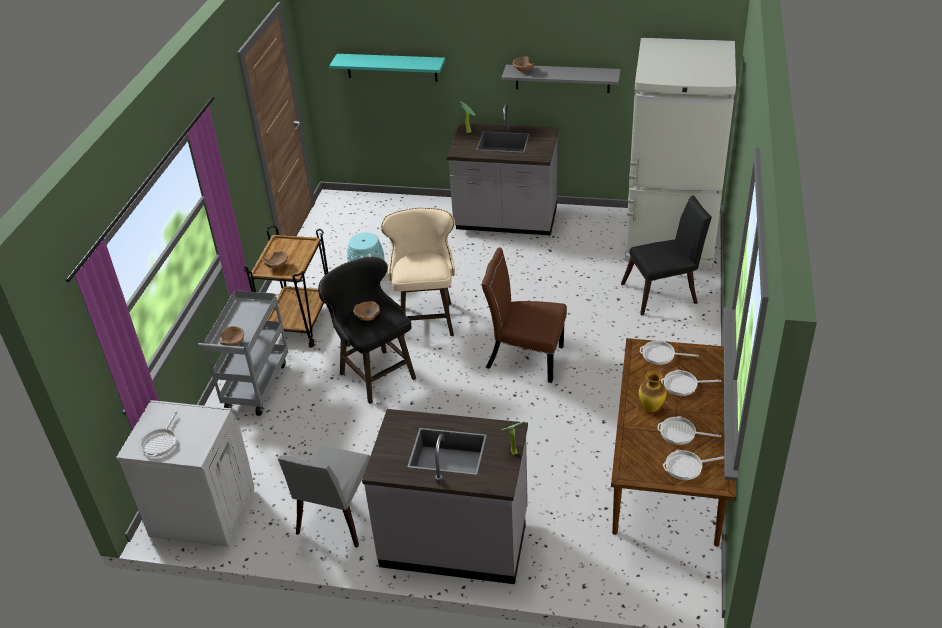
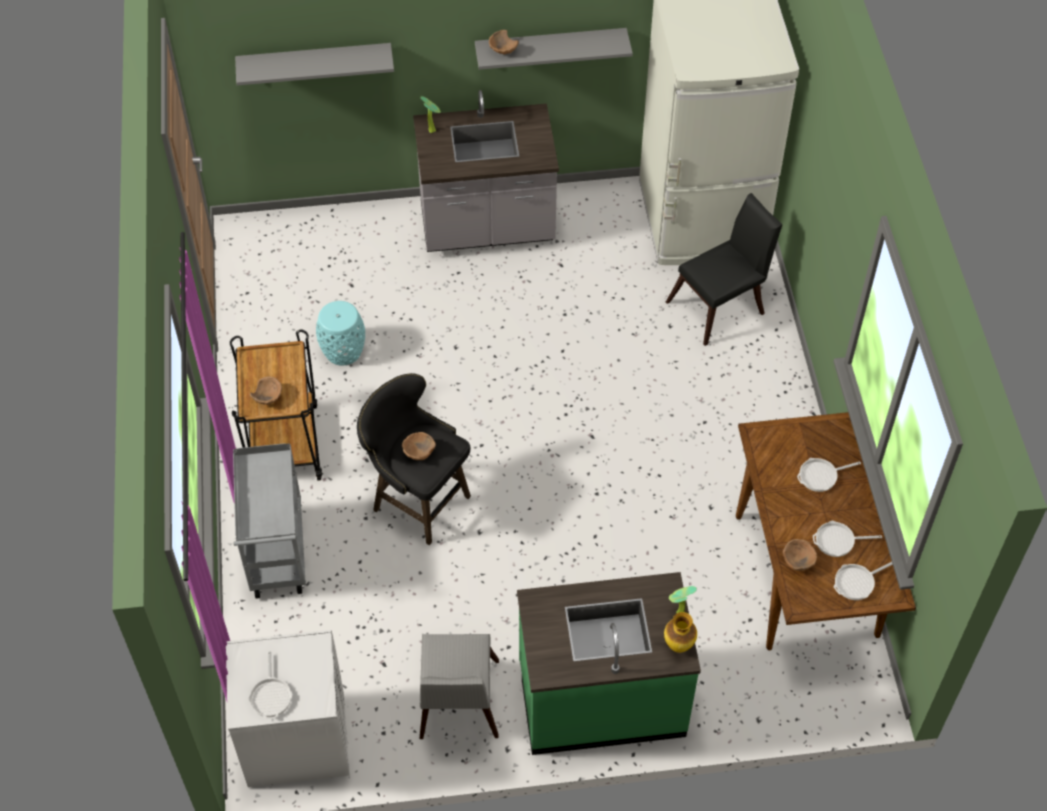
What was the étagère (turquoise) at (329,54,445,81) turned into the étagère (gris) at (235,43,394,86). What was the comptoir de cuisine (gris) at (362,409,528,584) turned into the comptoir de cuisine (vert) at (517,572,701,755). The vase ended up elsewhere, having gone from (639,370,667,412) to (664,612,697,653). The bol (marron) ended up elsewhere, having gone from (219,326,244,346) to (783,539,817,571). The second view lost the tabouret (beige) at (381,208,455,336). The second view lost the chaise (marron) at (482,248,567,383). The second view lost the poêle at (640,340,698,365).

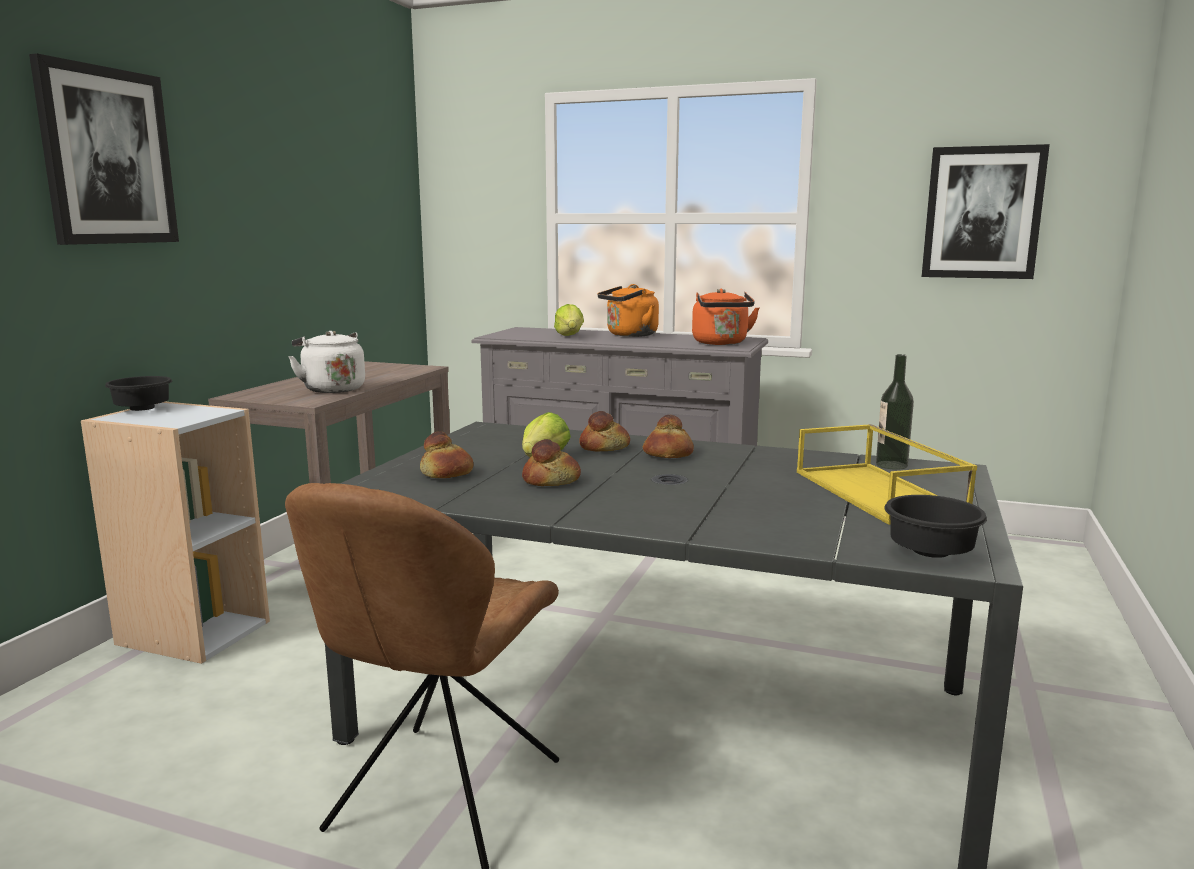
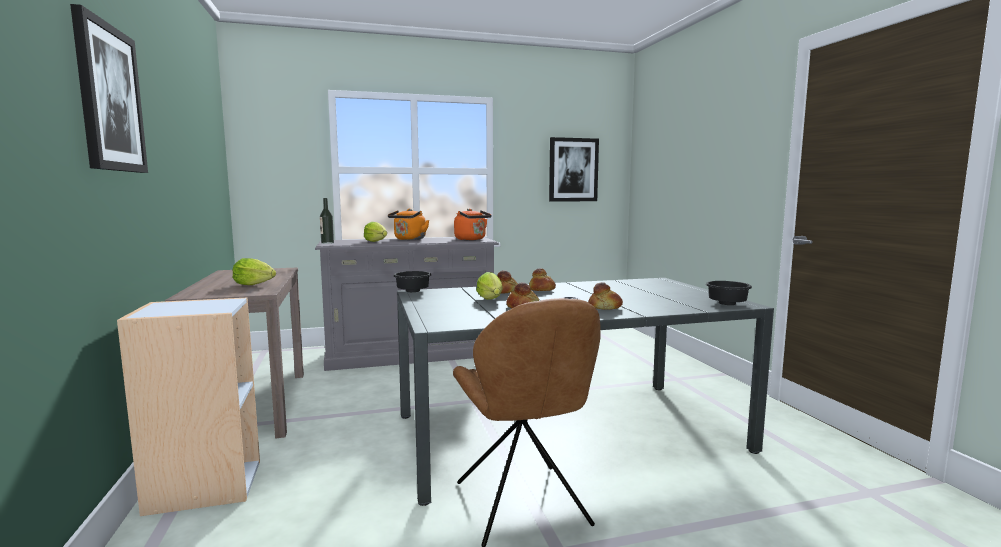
Where the bouilloire (blanc) stood at (288,331,365,393), the laitue came to stand at (233,258,276,285). The bouteille ended up elsewhere, having gone from (876,354,914,470) to (320,198,334,244). The bol (noir) ended up elsewhere, having gone from (105,376,172,411) to (393,271,431,292). The pain ended up elsewhere, having gone from (420,431,474,478) to (588,282,623,310). The second view lost the plateau (jaune) at (797,424,977,525).

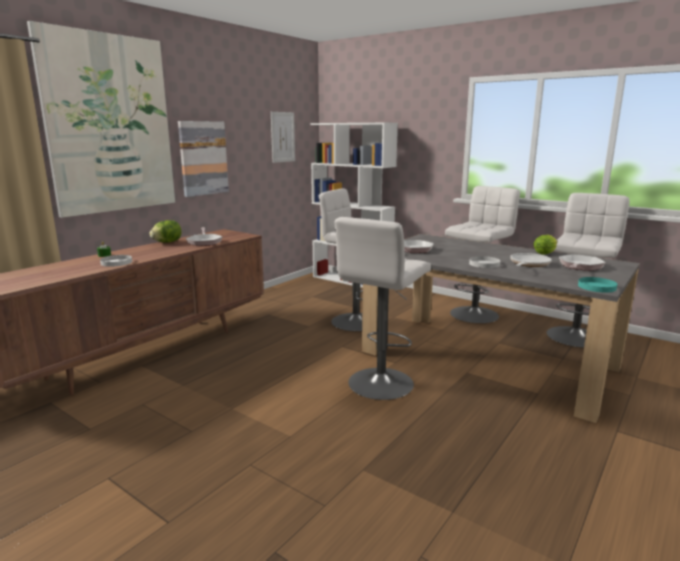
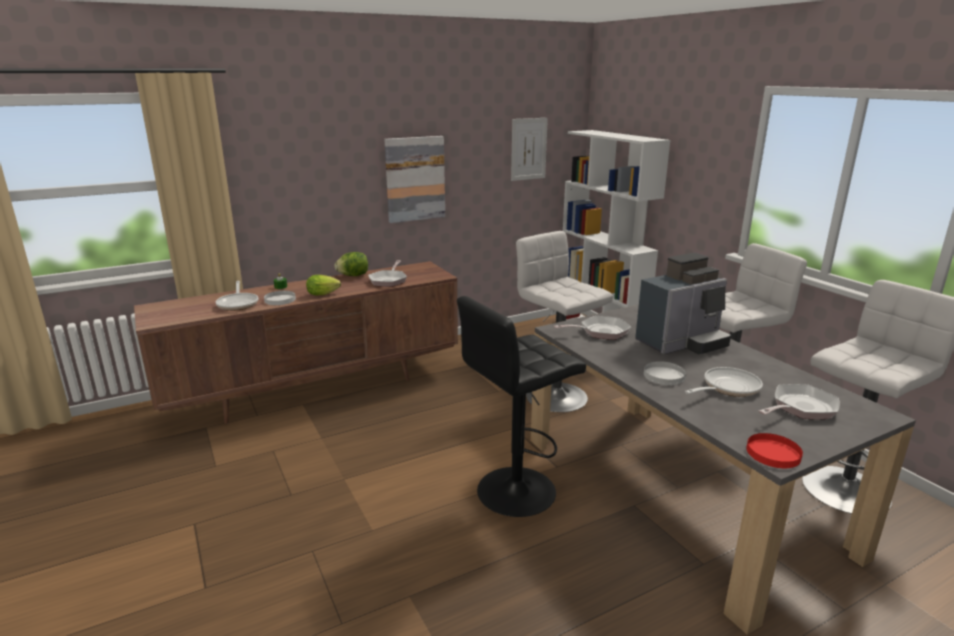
The second view gained the poêle at (216,281,258,311). The laitue ended up elsewhere, having gone from (533,235,557,255) to (306,275,341,295). What was the tabouret (blanc) at (335,217,431,400) turned into the tabouret (noir) at (457,296,586,517). The second view gained the machine à café at (635,253,731,354). What was the assiette (turquoise) at (578,277,617,293) turned into the assiette (rouge) at (746,433,803,468). The second view lost the tableau at (27,21,175,218).

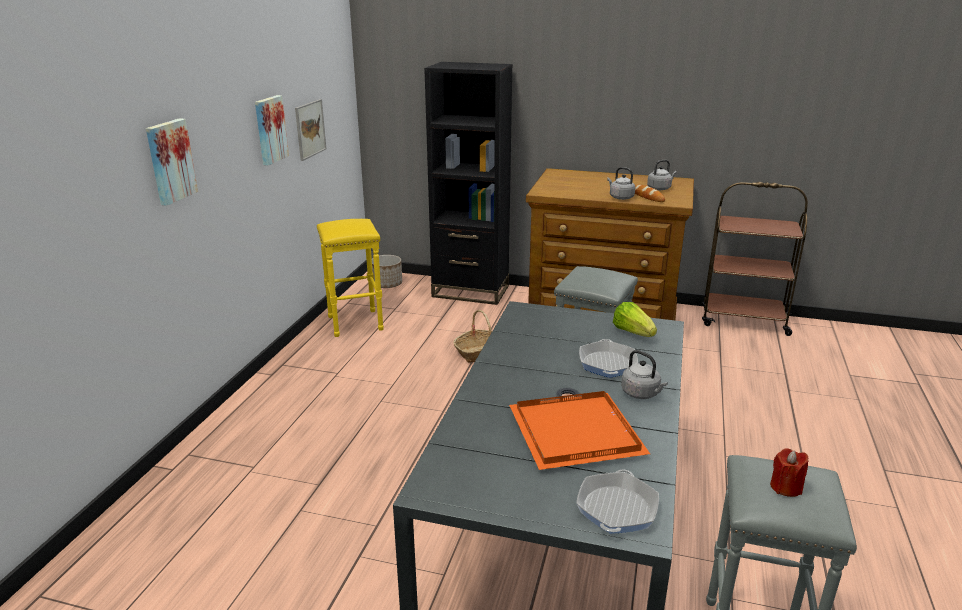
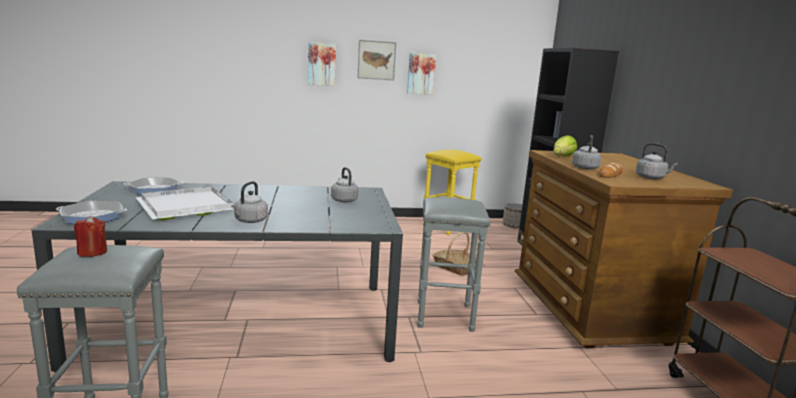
The poêle ended up elsewhere, having gone from (579,339,638,378) to (124,177,184,195). What was the plateau (orange) at (509,391,650,470) turned into the plateau (blanc) at (135,186,235,221). The second view gained the bouilloire (gris) at (331,167,358,202). The tableau ended up elsewhere, having gone from (295,99,326,161) to (357,40,396,80). The laitue ended up elsewhere, having gone from (613,302,657,337) to (554,135,577,156).

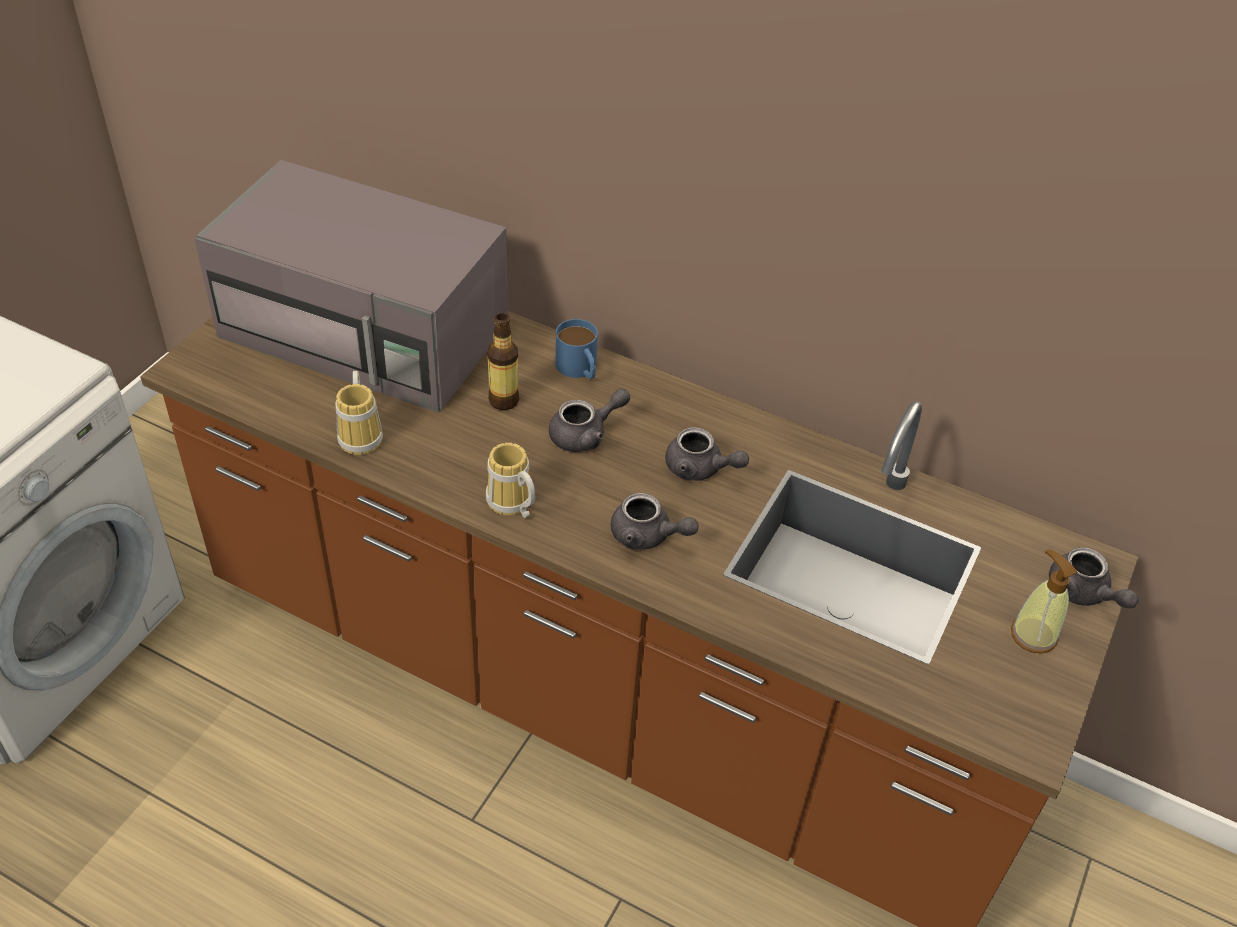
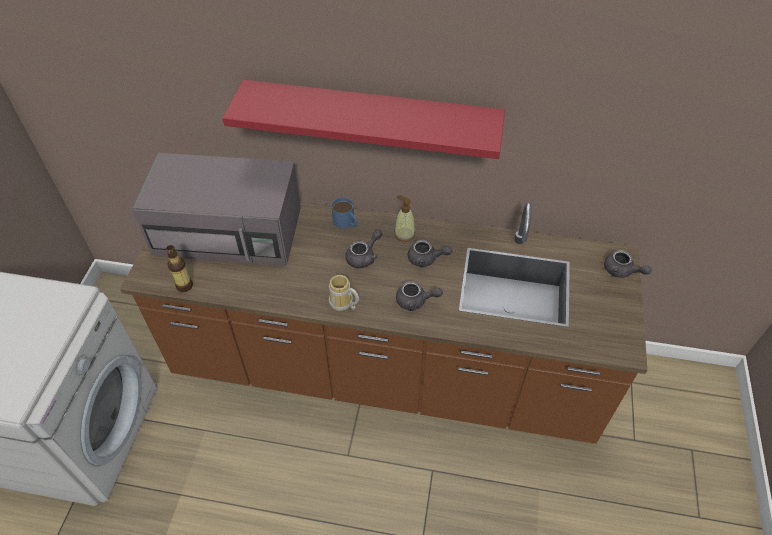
The bouteille ended up elsewhere, having gone from (487,313,519,410) to (166,245,193,292). The second view gained the étagère (rouge) at (222,80,505,159). The distributeur de savon ended up elsewhere, having gone from (1011,549,1077,654) to (394,195,415,242). The second view lost the mug at (335,371,383,455).

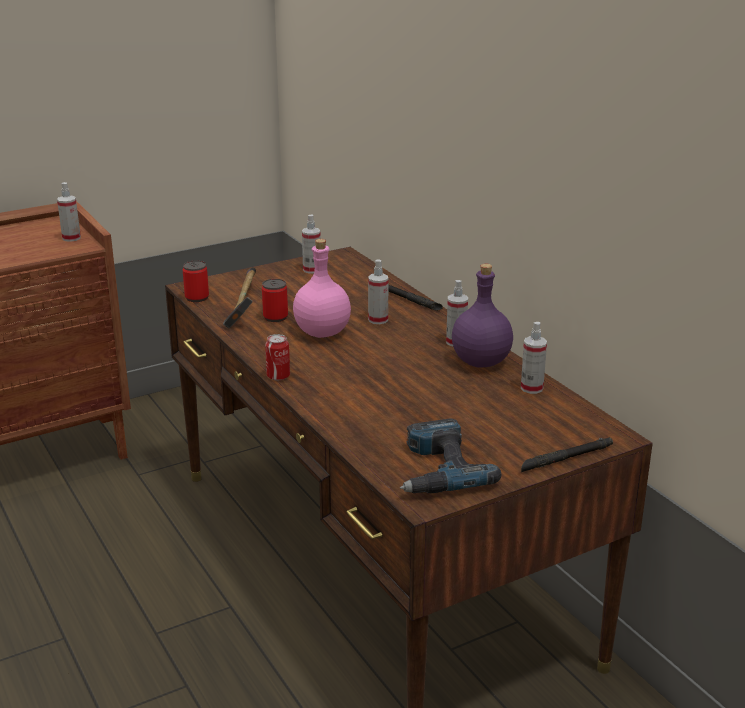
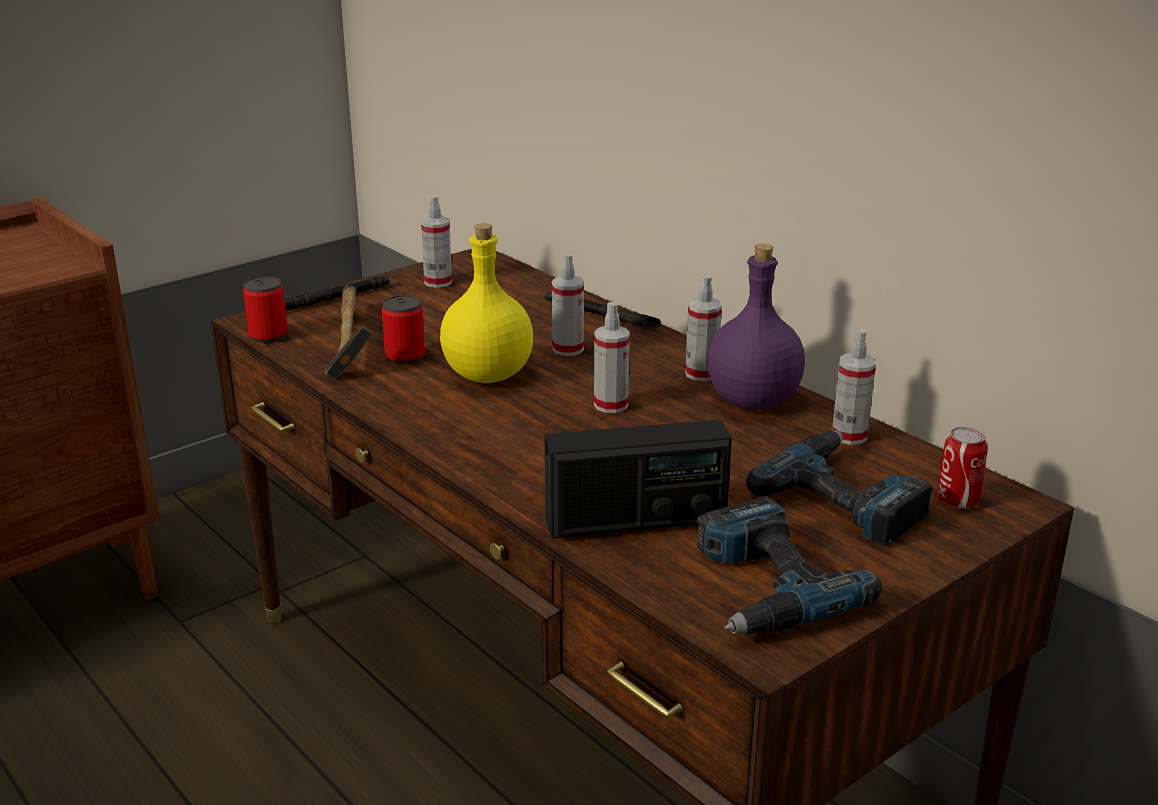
The lampe de poche (noir) ended up elsewhere, having gone from (521,437,613,472) to (284,275,390,311). What was the bouteille (rose) at (293,239,351,338) turned into the bouteille (jaune) at (440,223,533,384). The second view gained the radio at (544,420,732,539). The vaporisateur ended up elsewhere, having gone from (57,182,81,242) to (594,302,630,413). The second view gained the perceuse at (746,430,933,545). The boîte métallique ended up elsewhere, having gone from (265,334,290,381) to (937,427,988,509).

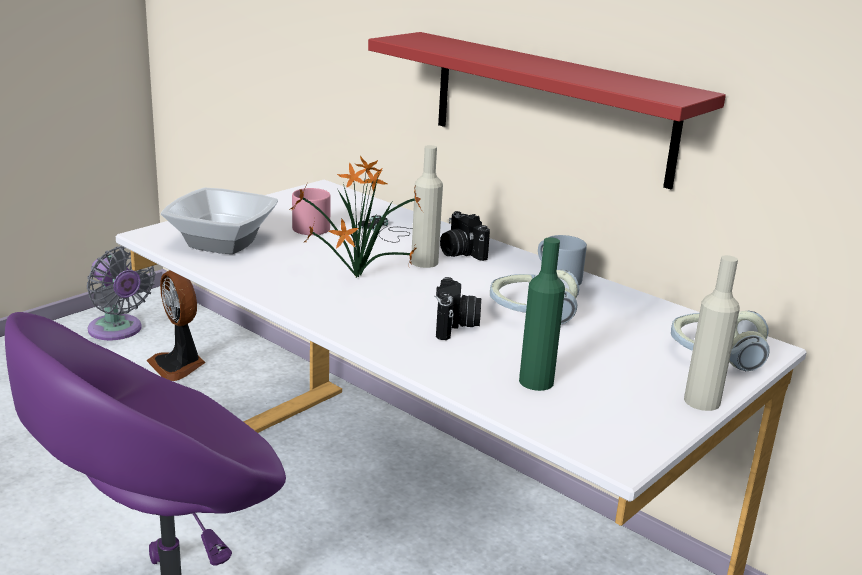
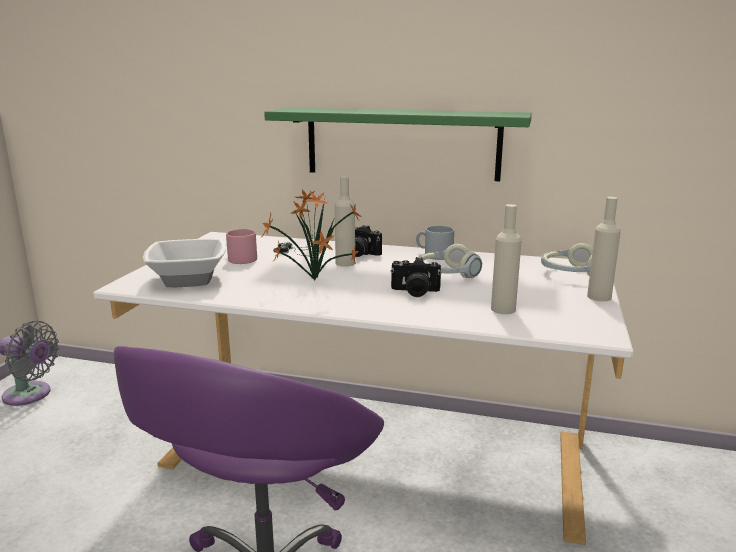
What was the étagère (rouge) at (368,32,726,189) turned into the étagère (vert) at (264,108,532,181). The appareil photo at (434,277,481,340) ended up facing another way, 120 degrees clockwise from before. What was the bouteille (vert) at (519,237,565,391) turned into the bouteille (beige) at (491,204,522,314). The second view lost the ventilateur at (147,270,205,381).

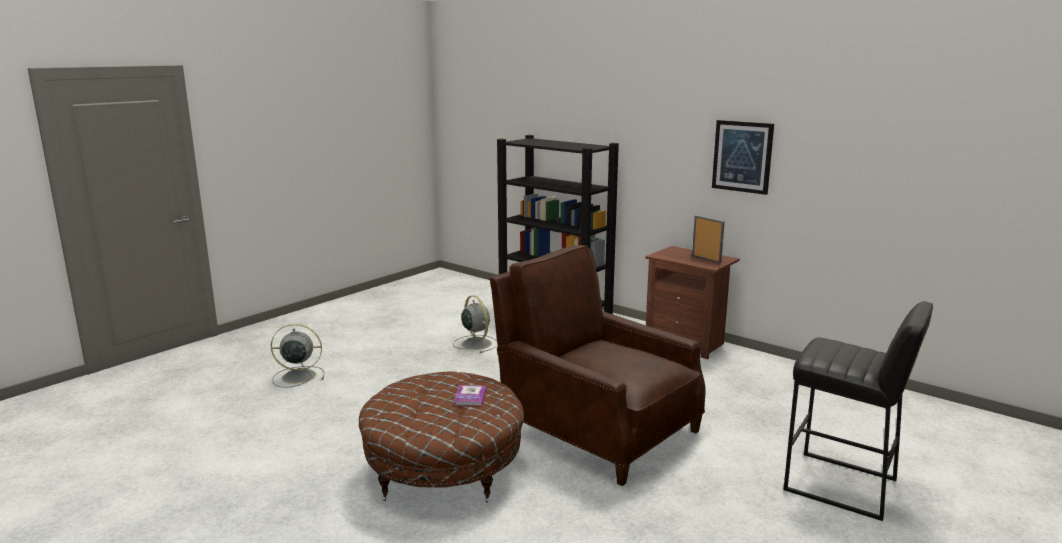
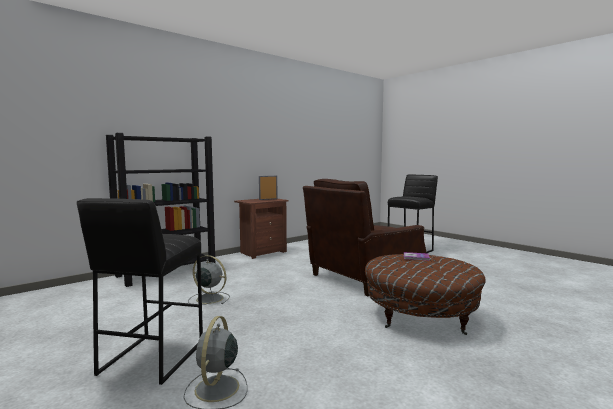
The second view gained the tabouret (noir) at (77,198,203,385). The ventilateur (gris) at (453,295,498,353) ended up facing another way, 45 degrees clockwise from before. The second view lost the tableau at (712,120,774,195).

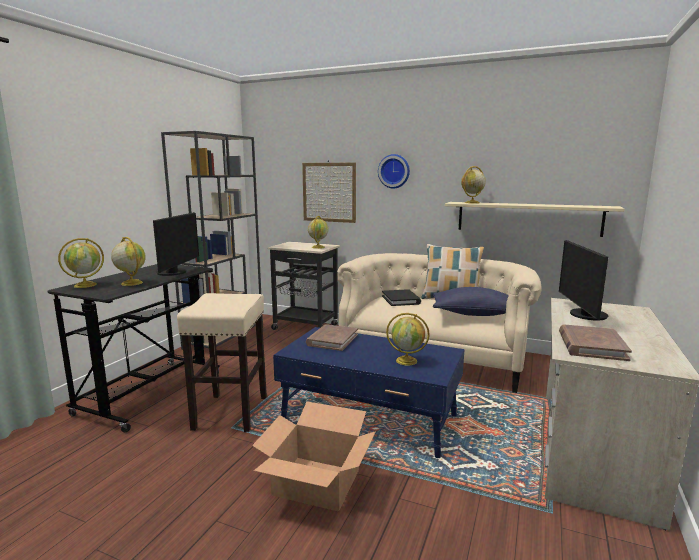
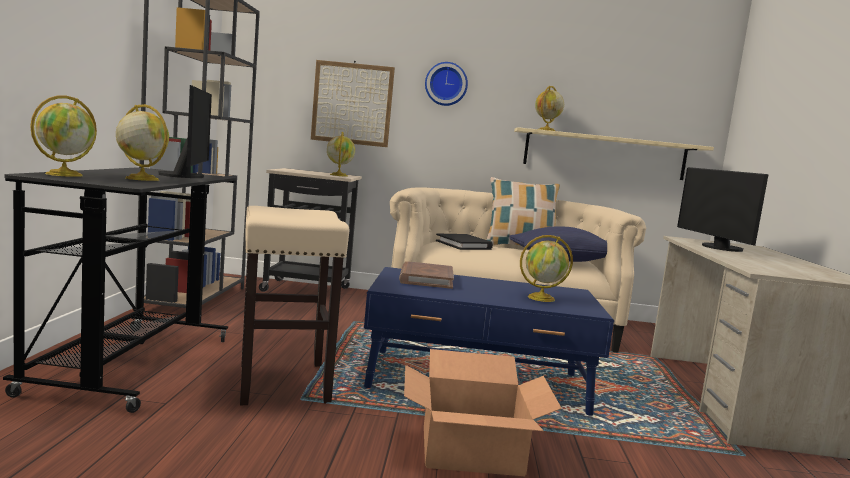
The second view lost the livre (marron) at (559,325,632,361).

